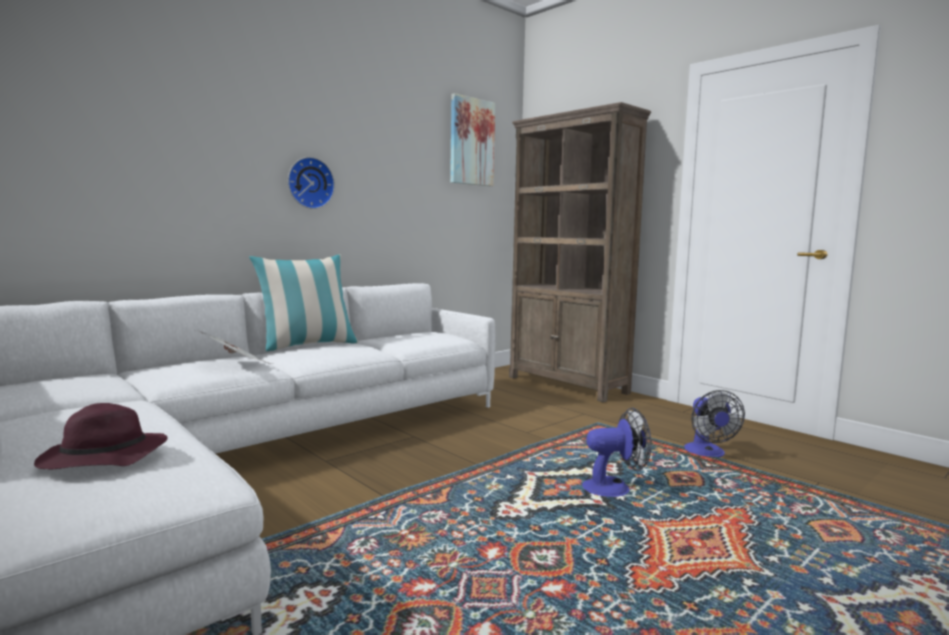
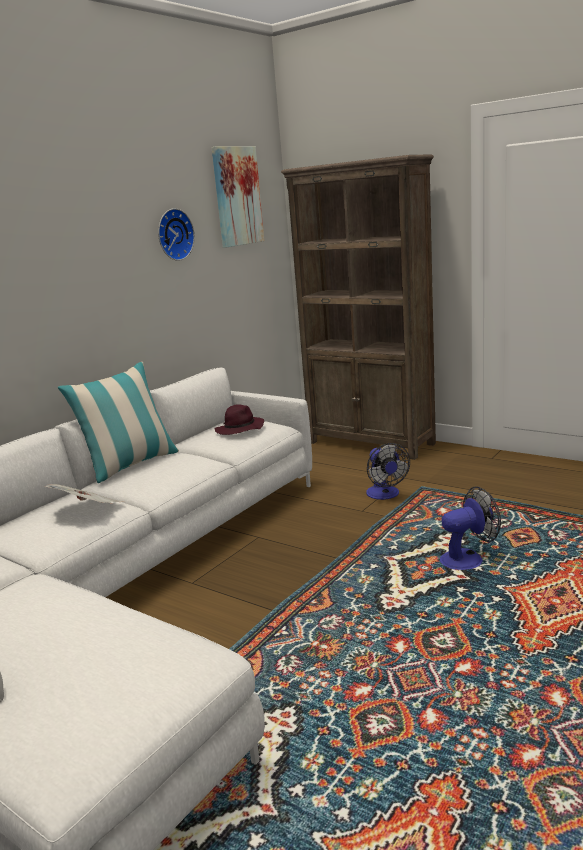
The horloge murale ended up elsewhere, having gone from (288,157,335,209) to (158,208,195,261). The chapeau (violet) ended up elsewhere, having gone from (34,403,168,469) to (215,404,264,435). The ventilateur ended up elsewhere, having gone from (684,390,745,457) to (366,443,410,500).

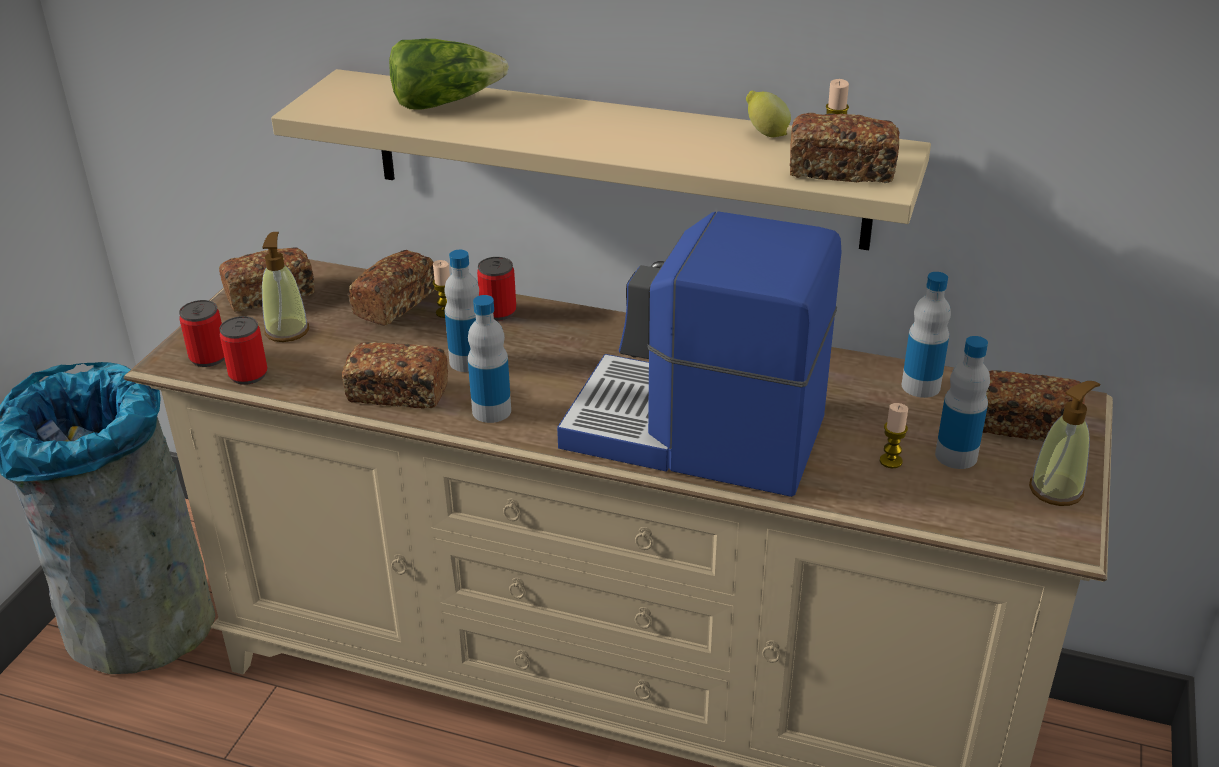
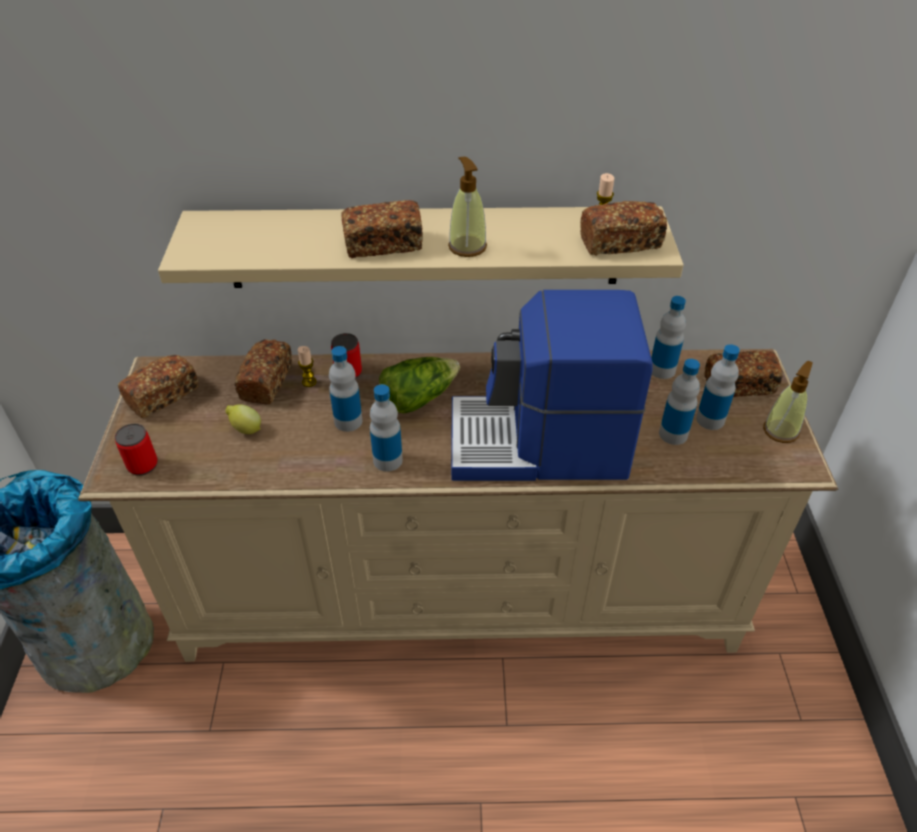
The citron ended up elsewhere, having gone from (746,91,791,137) to (226,404,261,434). The pain ended up elsewhere, having gone from (342,342,448,408) to (341,200,423,258). The laitue ended up elsewhere, having gone from (389,39,509,109) to (379,357,460,413). The distributeur de savon ended up elsewhere, having gone from (262,232,309,342) to (448,157,487,257). Where the bougie stood at (880,403,908,468), the bouteille came to stand at (659,359,700,445). The second view lost the boîte métallique at (219,316,267,385).

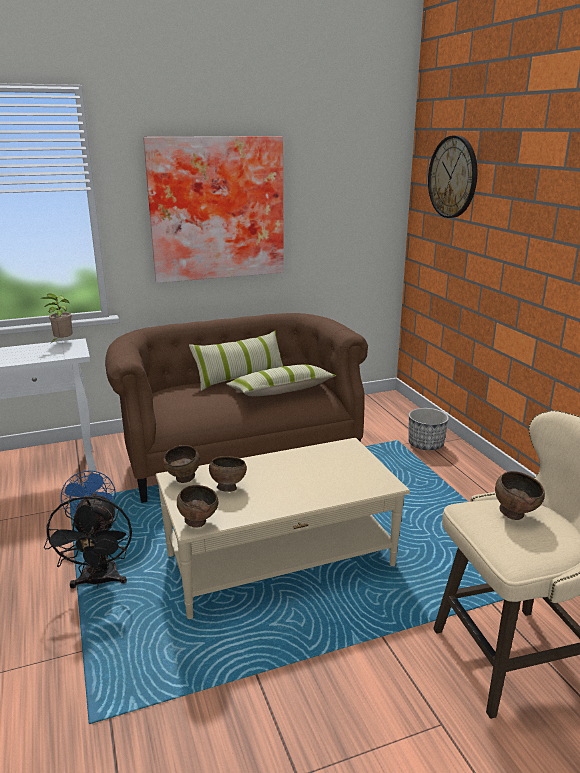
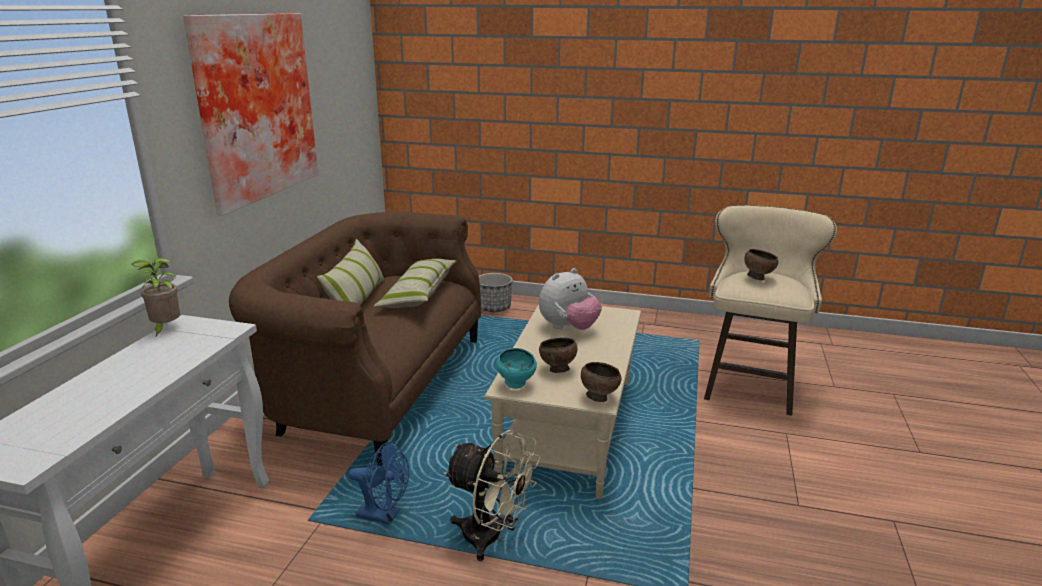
What was the ventilateur (noir) at (44,492,132,589) turned into the ventilateur (beige) at (444,430,540,561). What was the bol (marron) at (163,445,200,483) turned into the bol (turquoise) at (496,348,537,389). The second view gained the peluche at (539,268,602,330). The second view lost the horloge murale at (428,135,477,218).

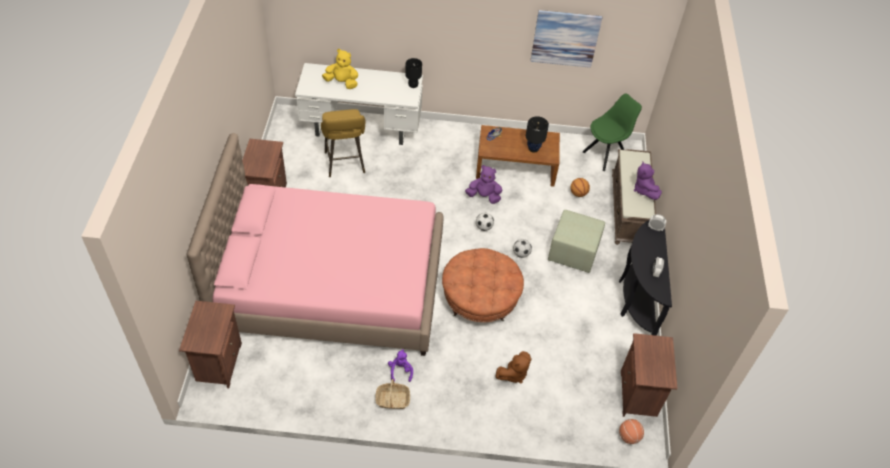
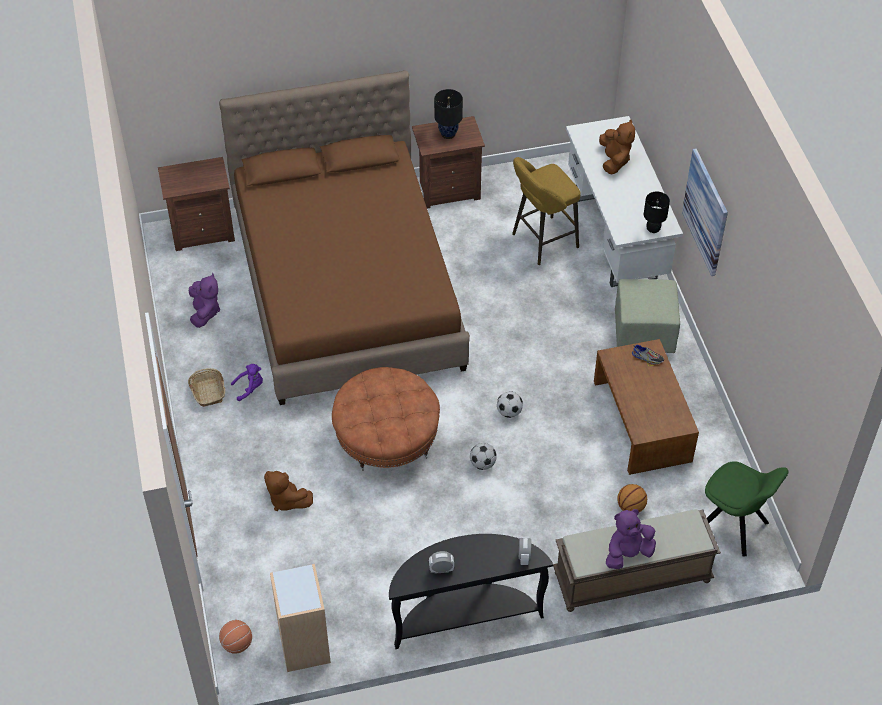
The peluche (violet) ended up elsewhere, having gone from (465,165,503,204) to (189,273,220,328). What was the lit (rose) at (186,133,444,356) turned into the lit (marron) at (219,70,470,405). Where the table de chevet (marron) stood at (621,333,678,417), the bibliothèque came to stand at (270,564,331,672). The lampe de table (noir) ended up elsewhere, having gone from (526,116,549,153) to (434,89,463,139). What was the peluche (jaune) at (322,49,358,89) turned into the peluche (marron) at (599,119,635,174). The pouf (vert) ended up elsewhere, having gone from (548,210,605,273) to (615,279,680,353). The tableau ended up elsewhere, having gone from (531,10,602,68) to (682,148,728,276).

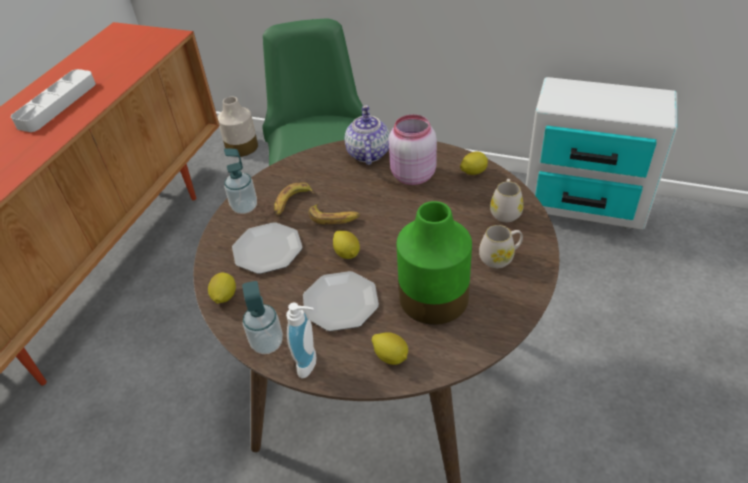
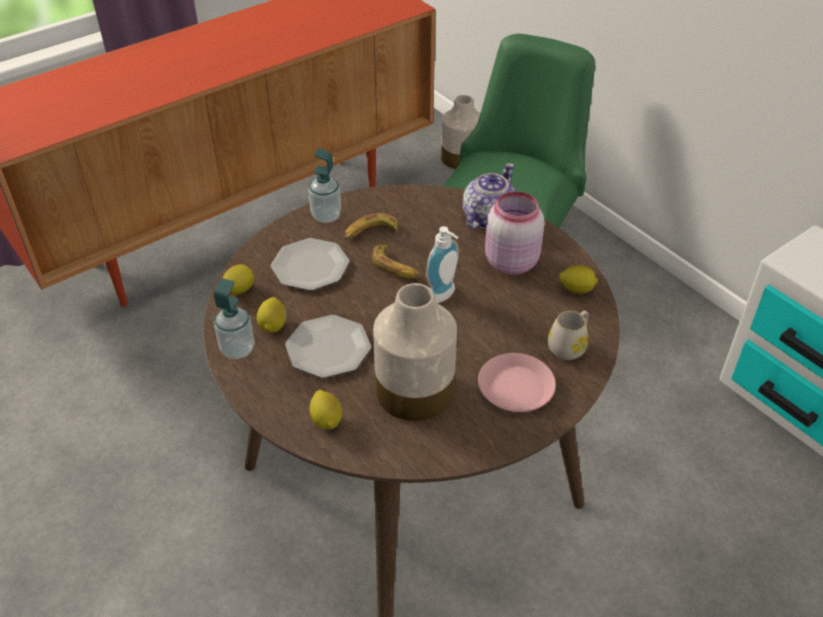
The citron ended up elsewhere, having gone from (333,231,360,259) to (257,297,286,333). What was the vase (vert) at (397,201,472,325) turned into the vase (beige) at (373,283,457,421). The distributeur de savon ended up elsewhere, having gone from (286,303,317,378) to (426,226,459,303). Where the mug (blanc) stood at (479,225,523,268), the assiette (rose) came to stand at (478,353,556,412). The second view lost the plateau (gris) at (11,69,96,132).

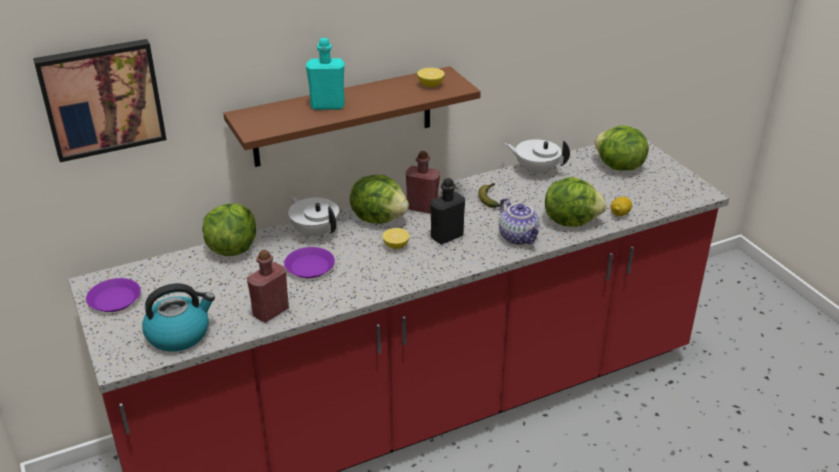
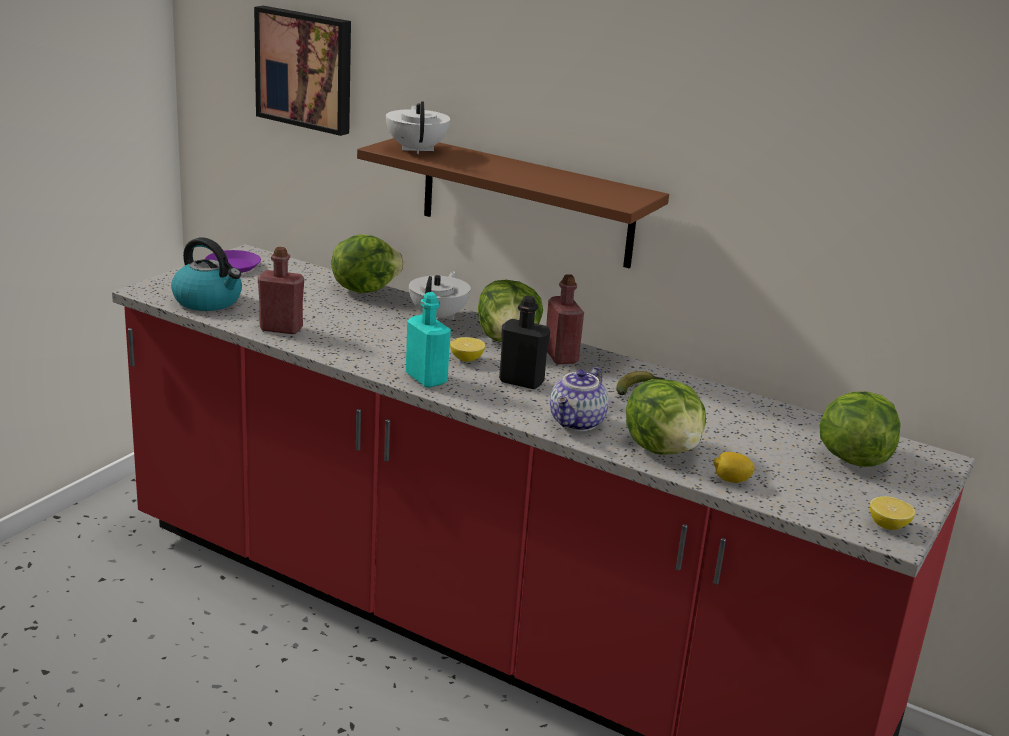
The théière (blanc) ended up elsewhere, having gone from (505,139,570,176) to (386,101,450,154). The bouteille (turquoise) ended up elsewhere, having gone from (306,38,345,110) to (406,292,451,388). The citron ended up elsewhere, having gone from (417,68,445,87) to (870,496,915,530). The second view lost the assiette (violet) at (284,247,335,278).

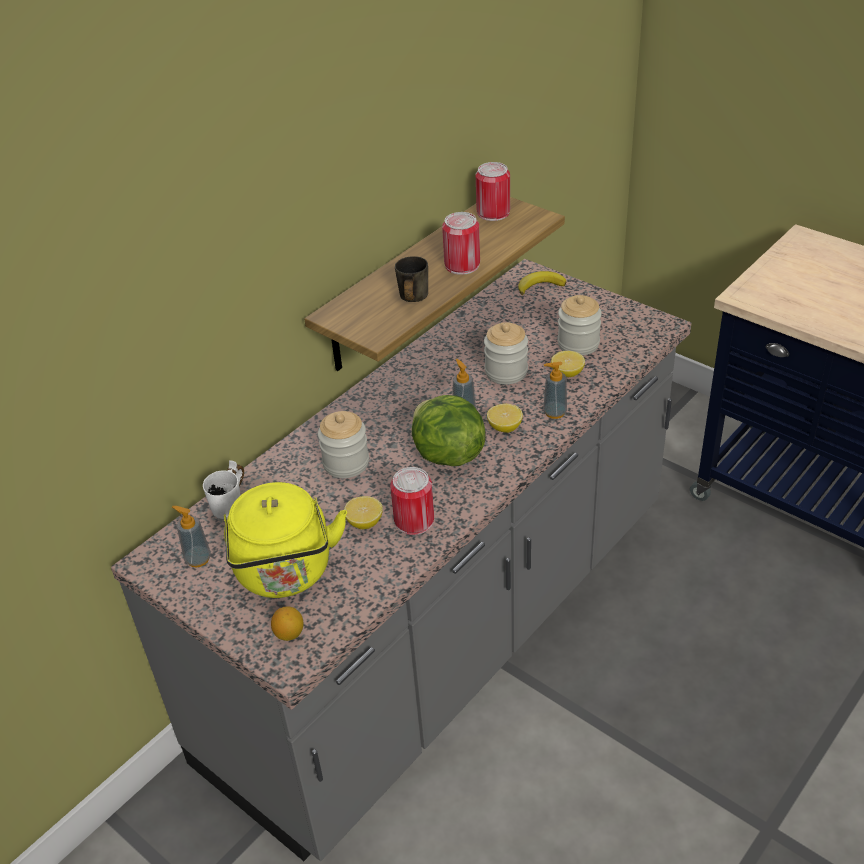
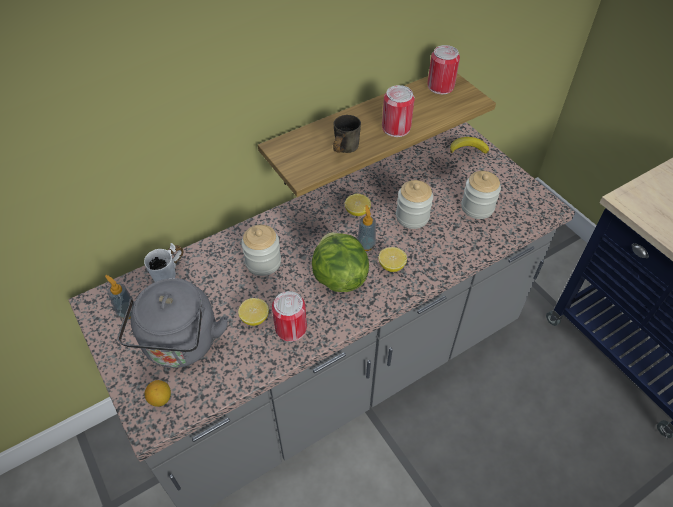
What was the bouilloire (jaune) at (224,482,347,598) turned into the bouilloire (gris) at (117,278,228,368). The citron ended up elsewhere, having gone from (551,351,585,377) to (345,194,371,216). The second view lost the distributeur de savon at (543,362,567,419).

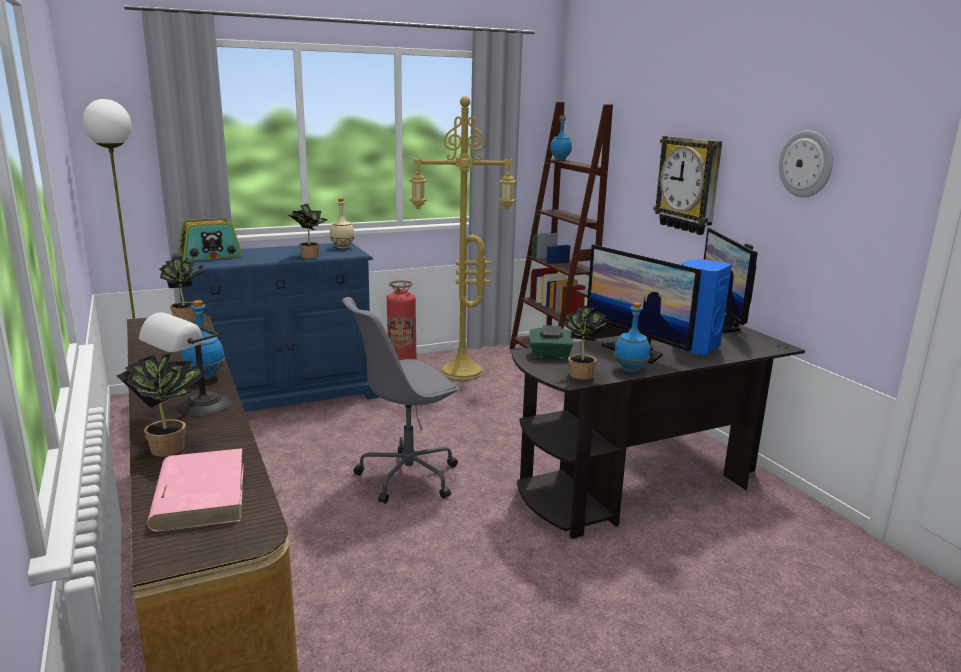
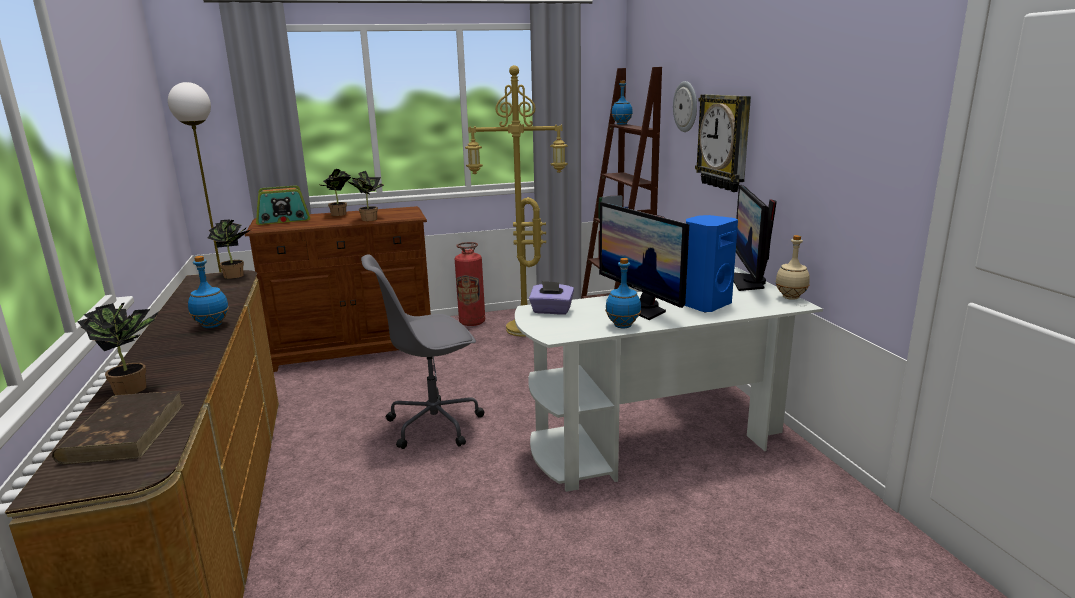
What was the livre (rose) at (147,448,244,532) turned into the livre (marron) at (52,391,184,464). What was the commode (bleu) at (172,243,379,412) turned into the commode (marron) at (245,206,431,372). The plante en pot ended up elsewhere, having gone from (563,305,614,380) to (321,169,351,216). What was the bureau (noir) at (512,289,805,539) turned into the bureau (blanc) at (515,267,823,492). What was the boîte à mouchoirs (vert) at (530,325,573,359) turned into the boîte à mouchoirs (violet) at (529,281,574,315). The horloge murale ended up elsewhere, having gone from (779,130,833,197) to (673,81,697,132). The bouteille (beige) ended up elsewhere, having gone from (330,198,355,249) to (775,235,810,300). The second view lost the lampe de table at (139,313,231,417).

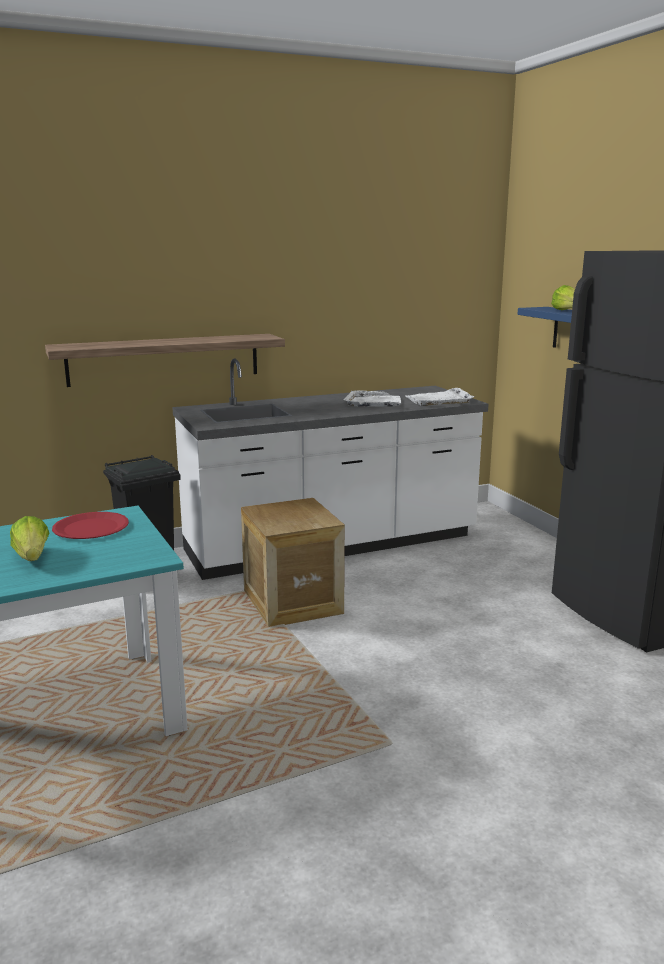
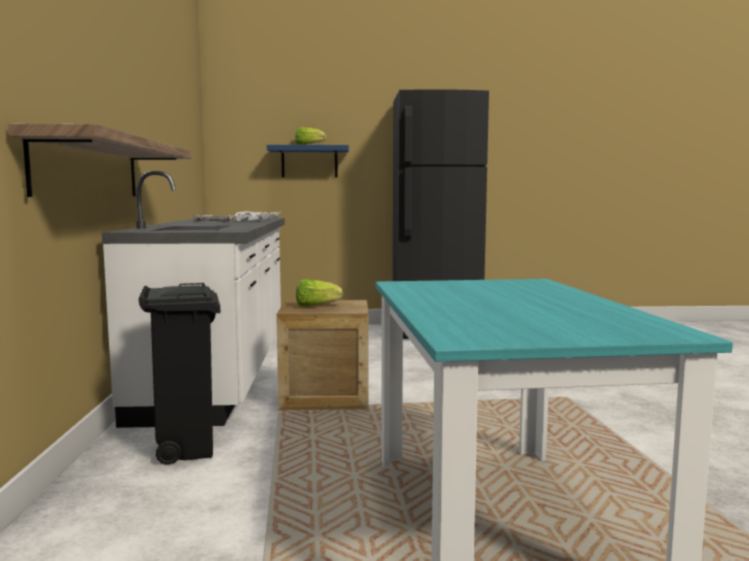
The laitue ended up elsewhere, having gone from (10,516,50,561) to (296,279,343,307). The second view lost the assiette (rouge) at (52,512,129,539).

